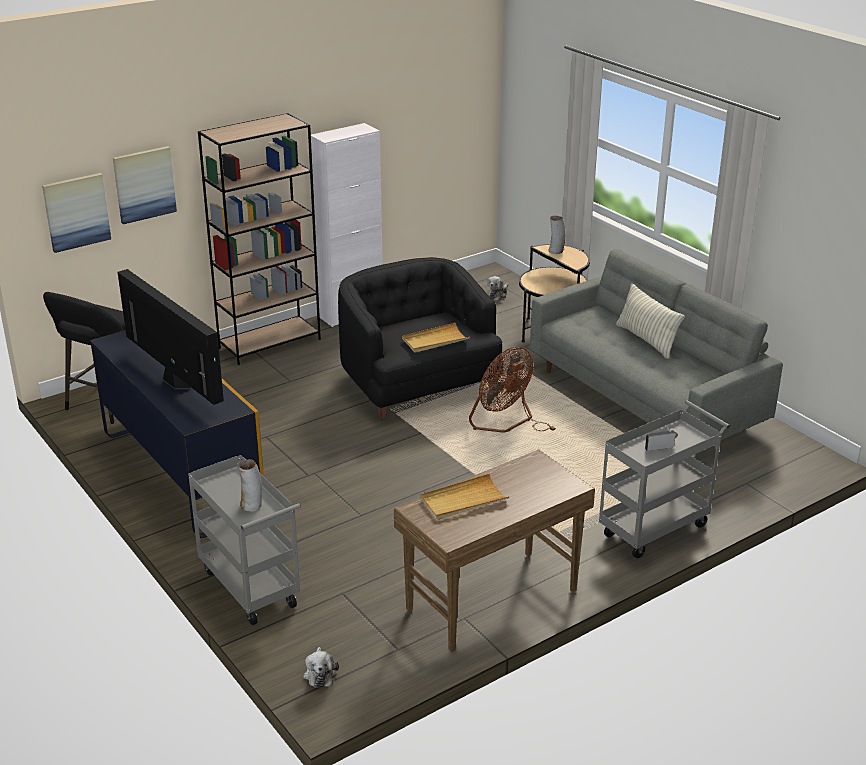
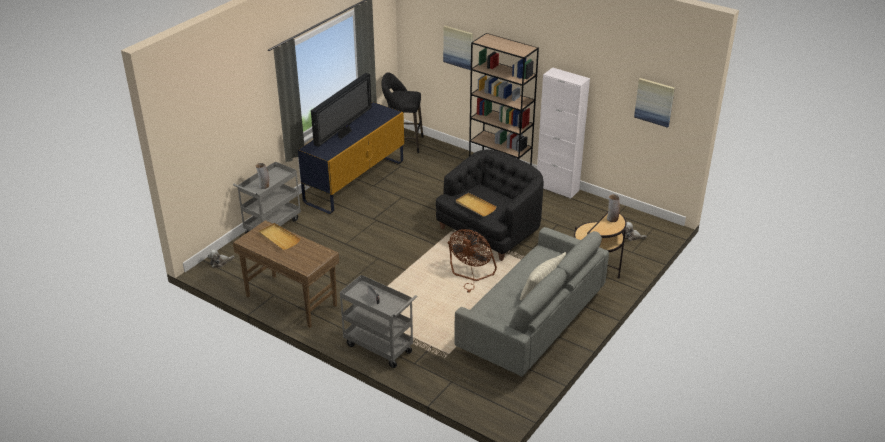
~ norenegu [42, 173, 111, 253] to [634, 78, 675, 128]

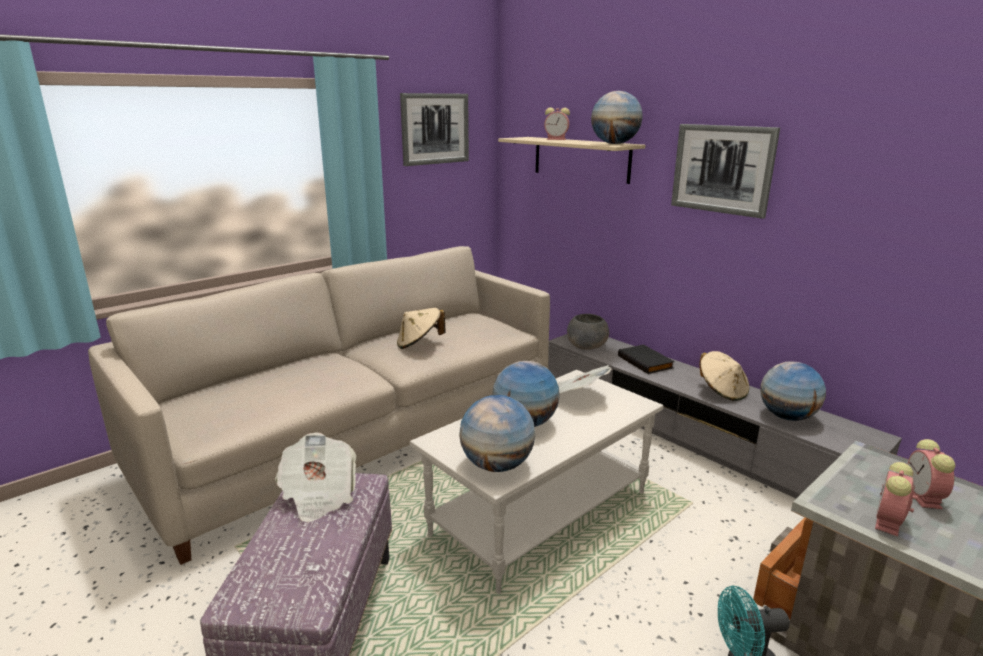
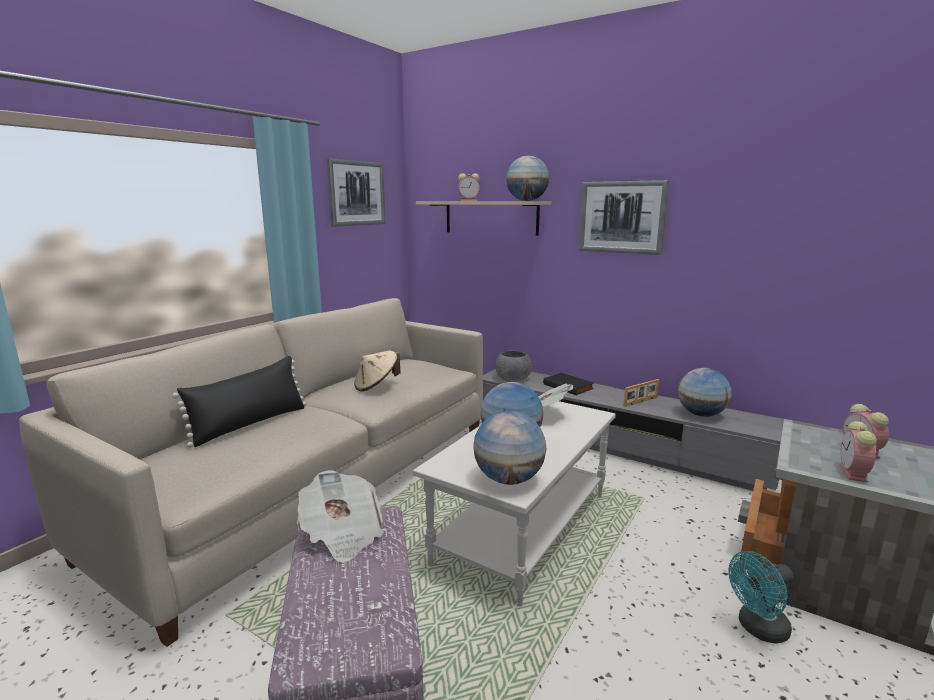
+ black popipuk [172, 356, 307, 448]
~ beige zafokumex [699, 351, 749, 401] to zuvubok [623, 379, 660, 407]

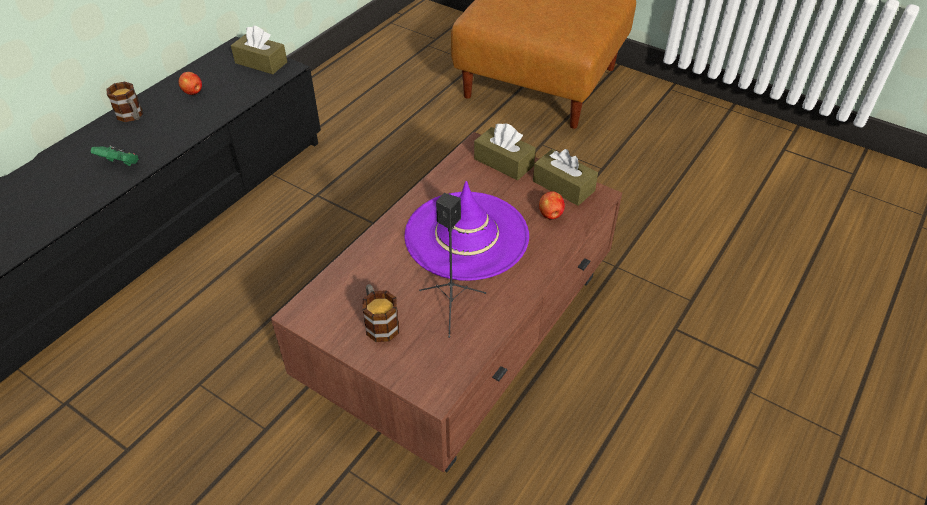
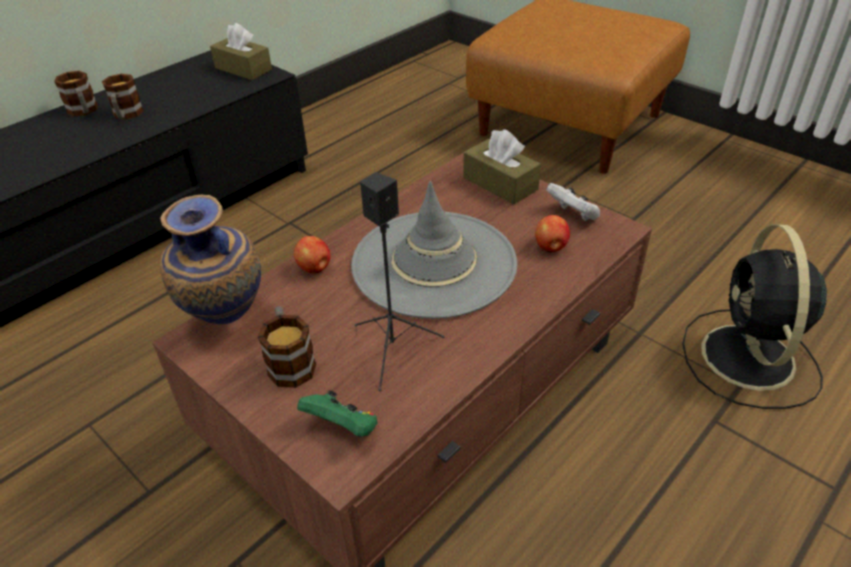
+ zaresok [102, 74, 144, 120]
+ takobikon [160, 195, 261, 324]
~ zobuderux [178, 72, 202, 95] to [294, 236, 330, 274]
~ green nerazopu [91, 145, 139, 166] to [297, 390, 378, 437]
~ purple zafokumex [404, 181, 529, 281] to grey zafokumex [351, 181, 517, 319]
~ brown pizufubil [533, 149, 598, 206] to white nerazopu [546, 183, 600, 221]
+ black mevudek [682, 224, 827, 409]

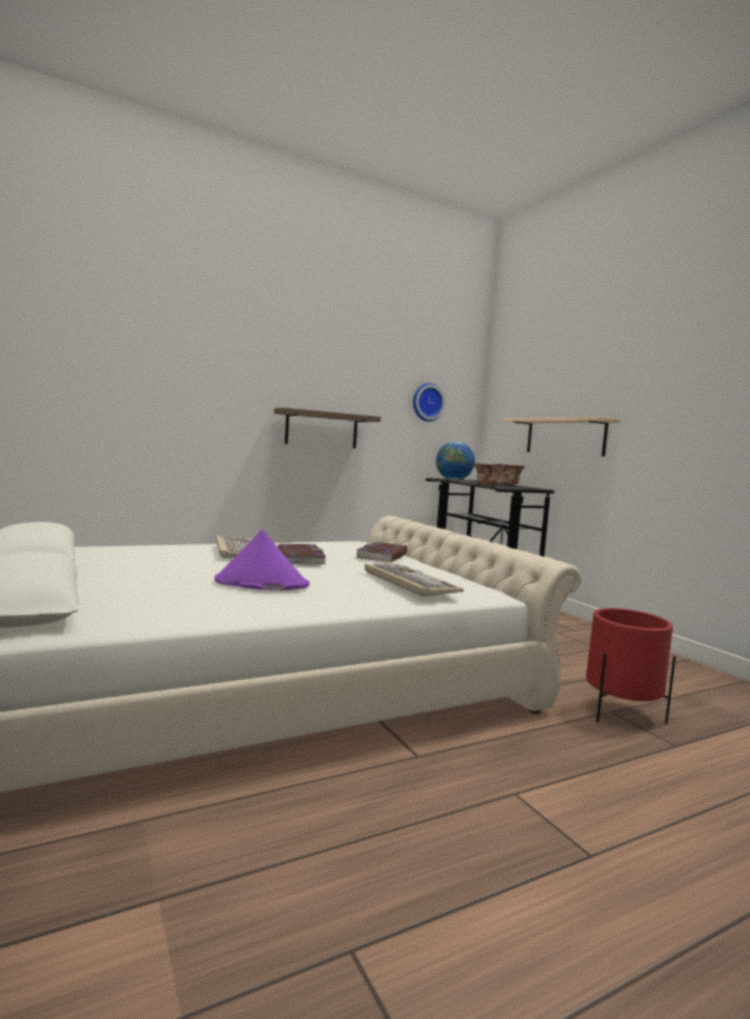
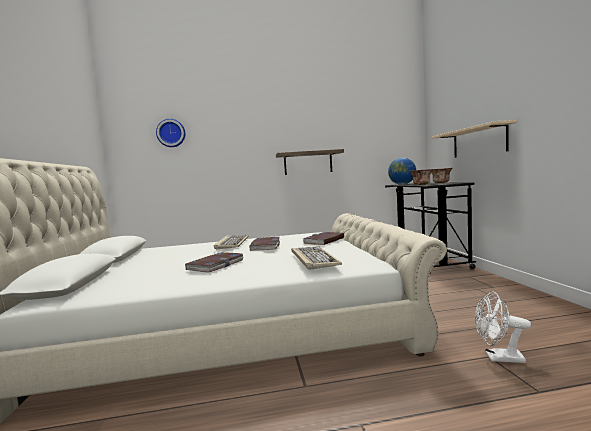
~ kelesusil [413, 383, 445, 422] to [156, 119, 185, 147]
~ purple zafokumex [215, 530, 309, 590] to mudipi [185, 252, 243, 273]
~ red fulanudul [586, 608, 676, 724] to white mevudek [475, 291, 531, 363]

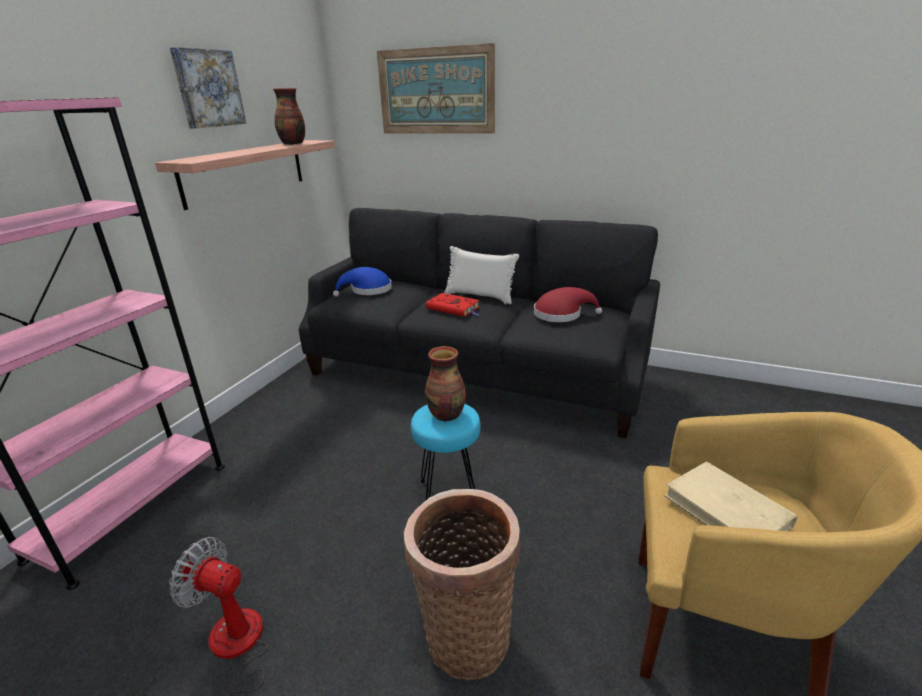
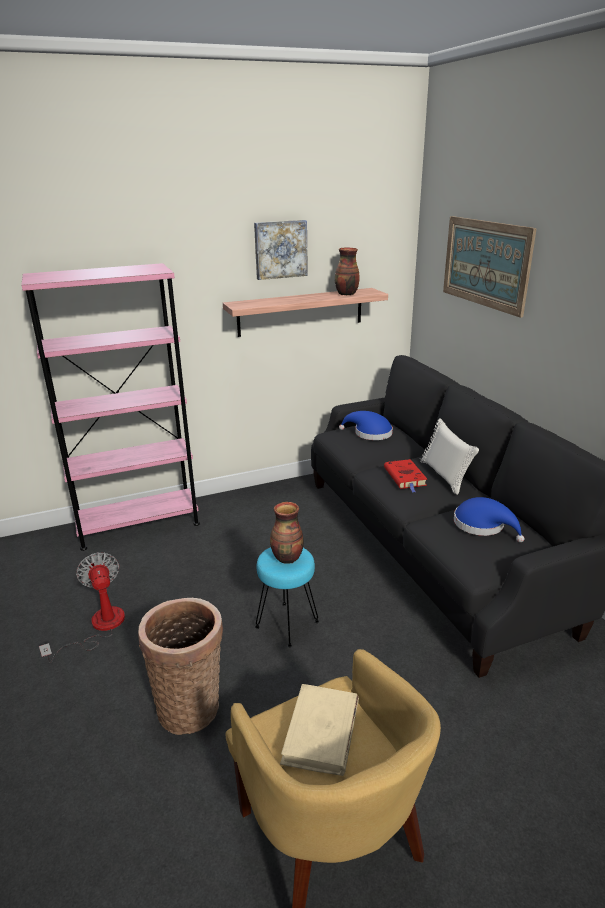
~ red zafokumex [534, 287, 602, 322] to blue zafokumex [454, 497, 524, 542]

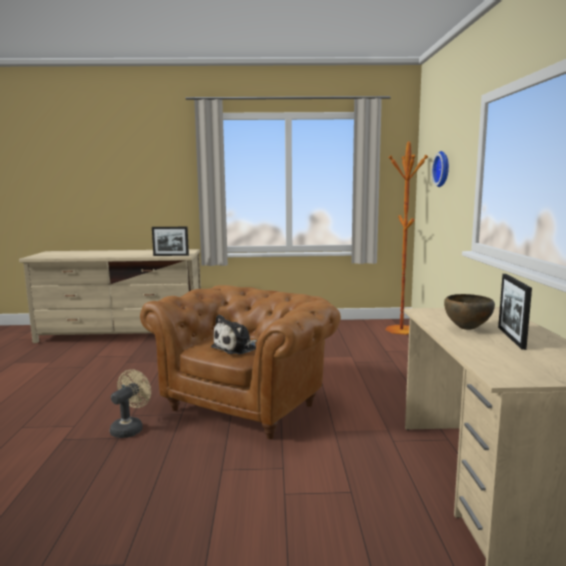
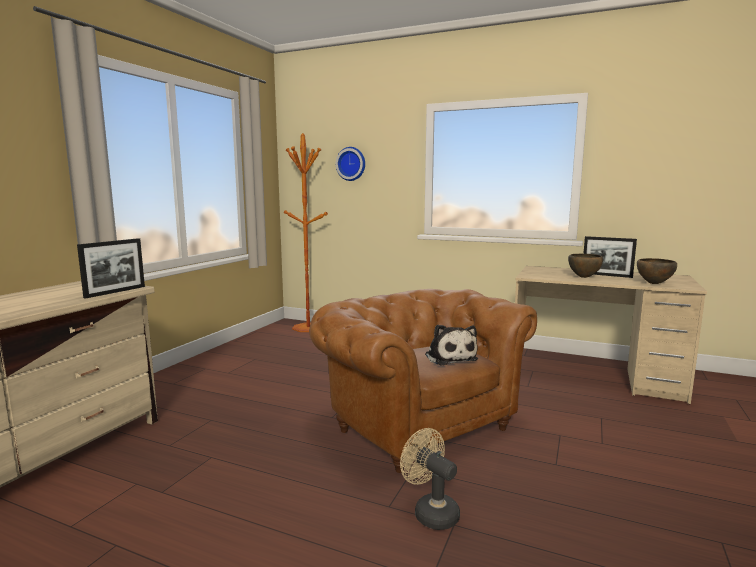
+ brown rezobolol [637, 258, 677, 284]

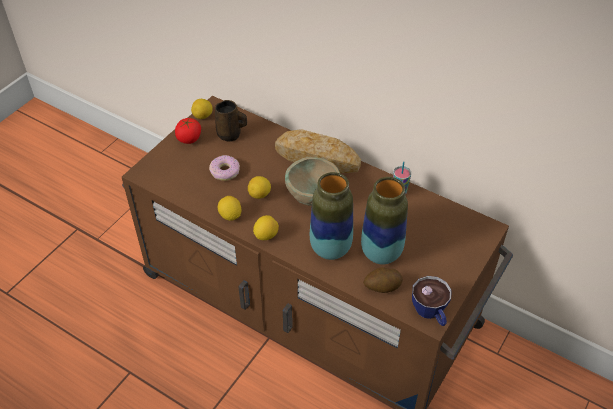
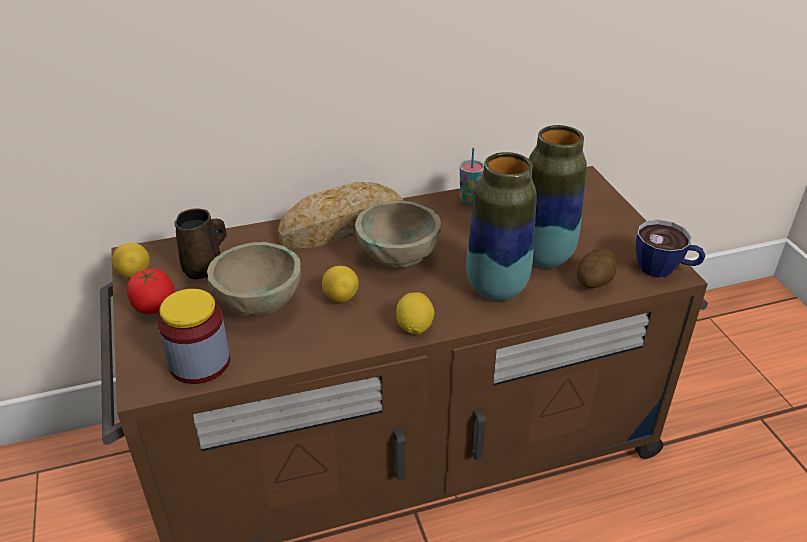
+ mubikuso [158, 289, 230, 384]
~ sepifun [209, 155, 240, 181] to beige rezobolol [207, 242, 301, 317]
- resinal [218, 196, 241, 221]

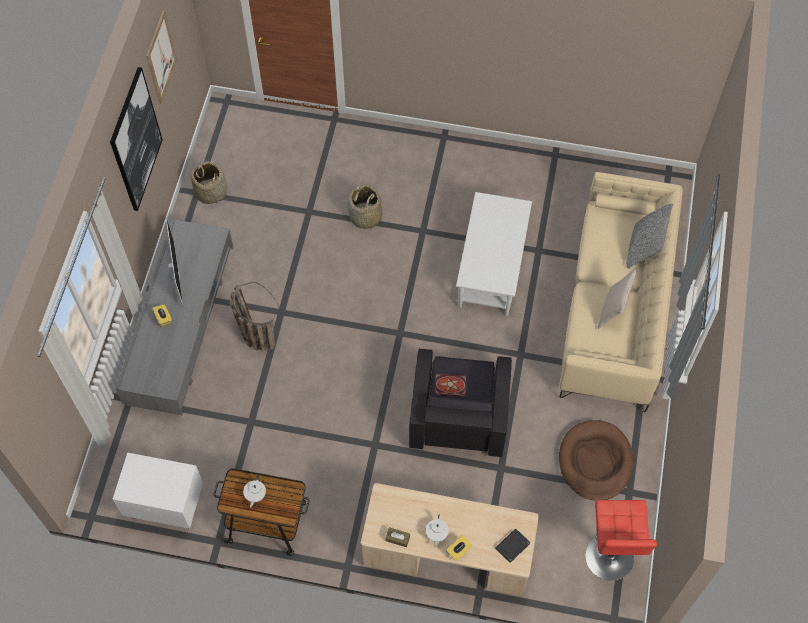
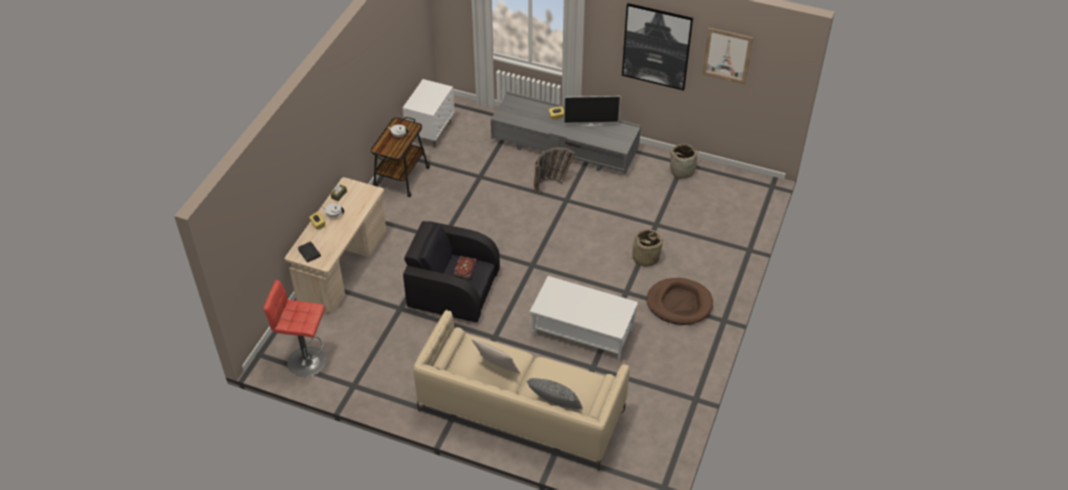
~ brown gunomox [559, 420, 633, 500] to [647, 278, 713, 325]

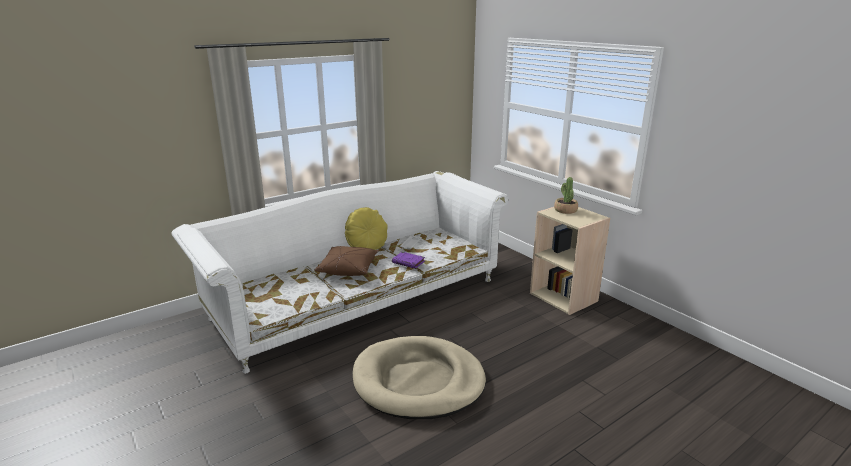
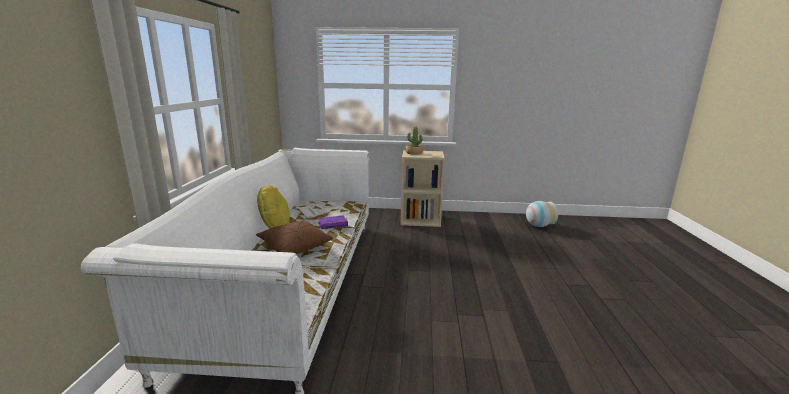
+ takobikon [526, 201, 558, 227]
- beige gunomox [353, 336, 486, 419]

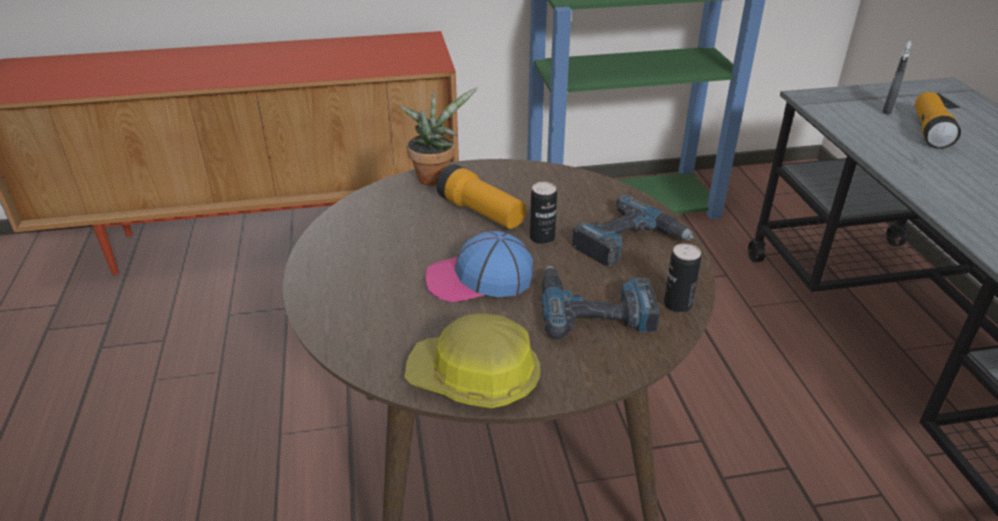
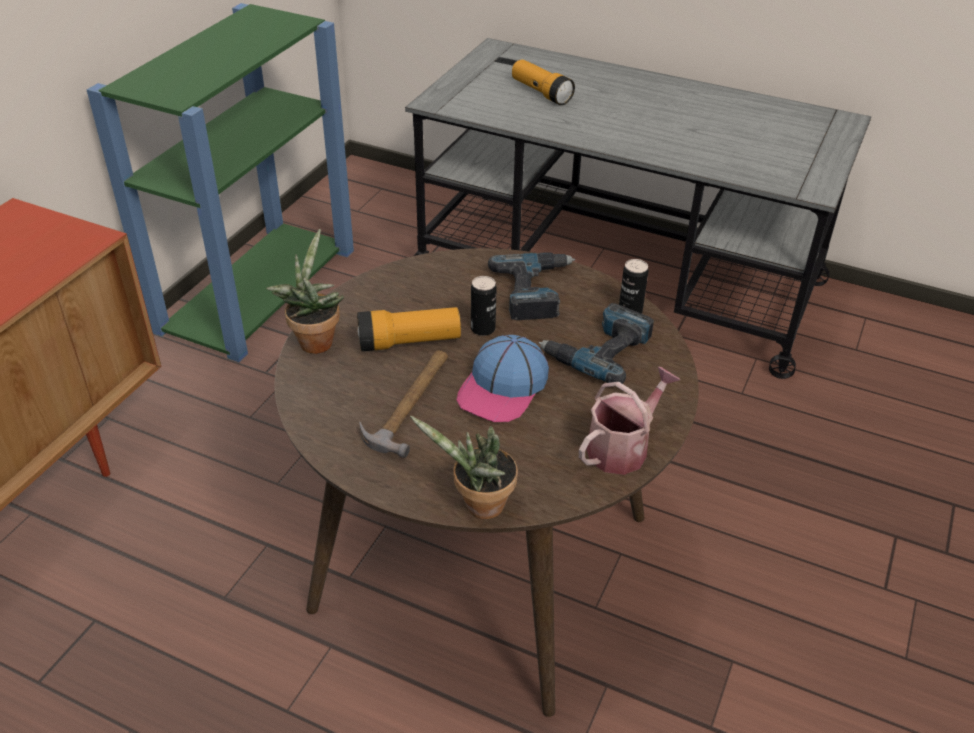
+ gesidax [359, 350, 448, 458]
+ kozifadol [410, 416, 518, 519]
~ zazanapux [404, 313, 540, 408] to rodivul [579, 367, 680, 475]
- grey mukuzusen [882, 41, 912, 114]

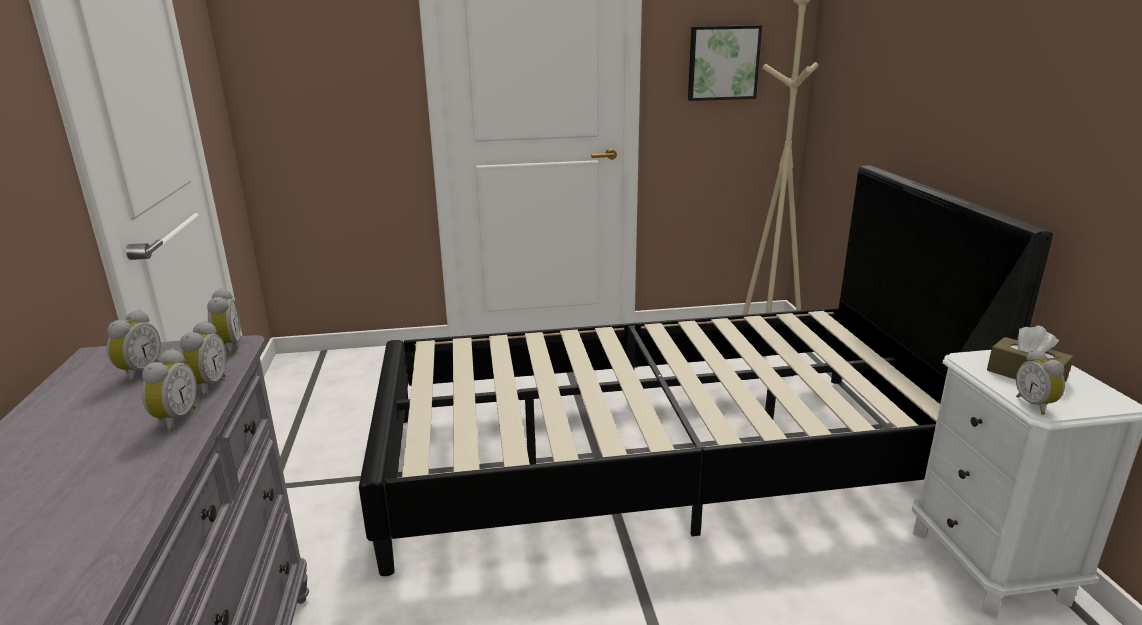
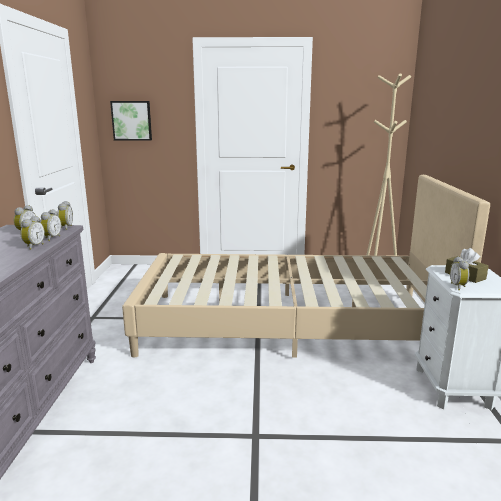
~ norenegu [688, 25, 762, 101] to [110, 101, 152, 140]
~ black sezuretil [359, 165, 1053, 576] to beige sezuretil [122, 175, 490, 358]

